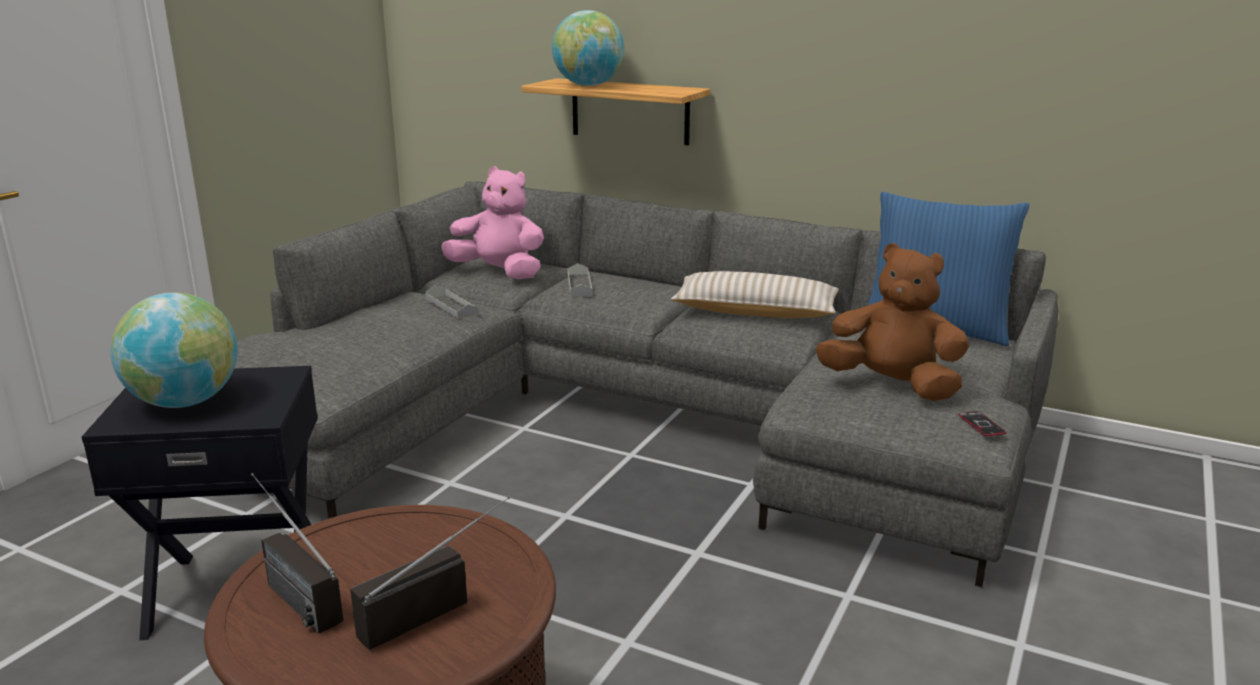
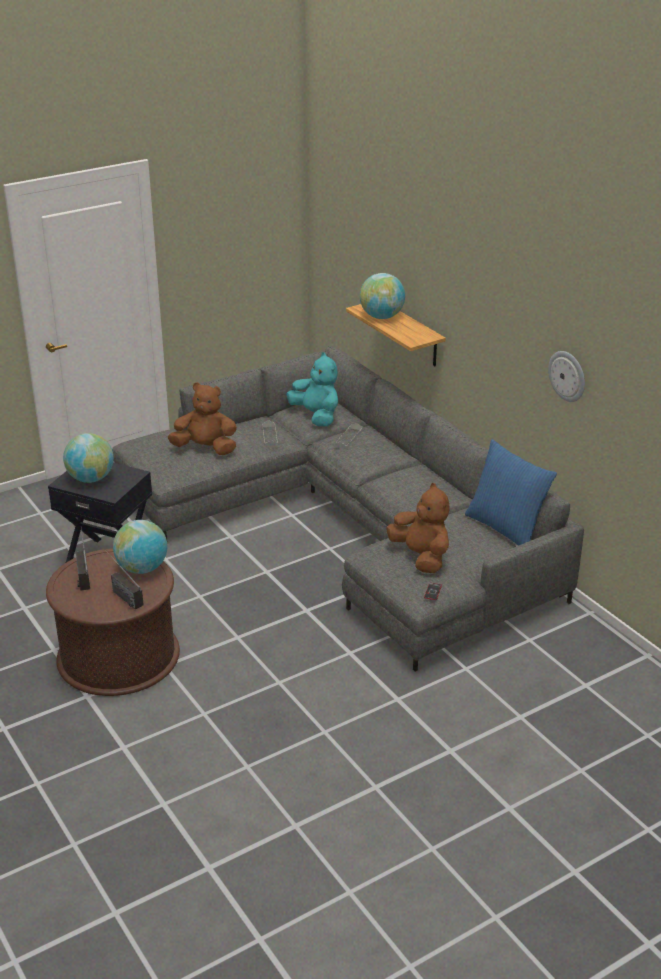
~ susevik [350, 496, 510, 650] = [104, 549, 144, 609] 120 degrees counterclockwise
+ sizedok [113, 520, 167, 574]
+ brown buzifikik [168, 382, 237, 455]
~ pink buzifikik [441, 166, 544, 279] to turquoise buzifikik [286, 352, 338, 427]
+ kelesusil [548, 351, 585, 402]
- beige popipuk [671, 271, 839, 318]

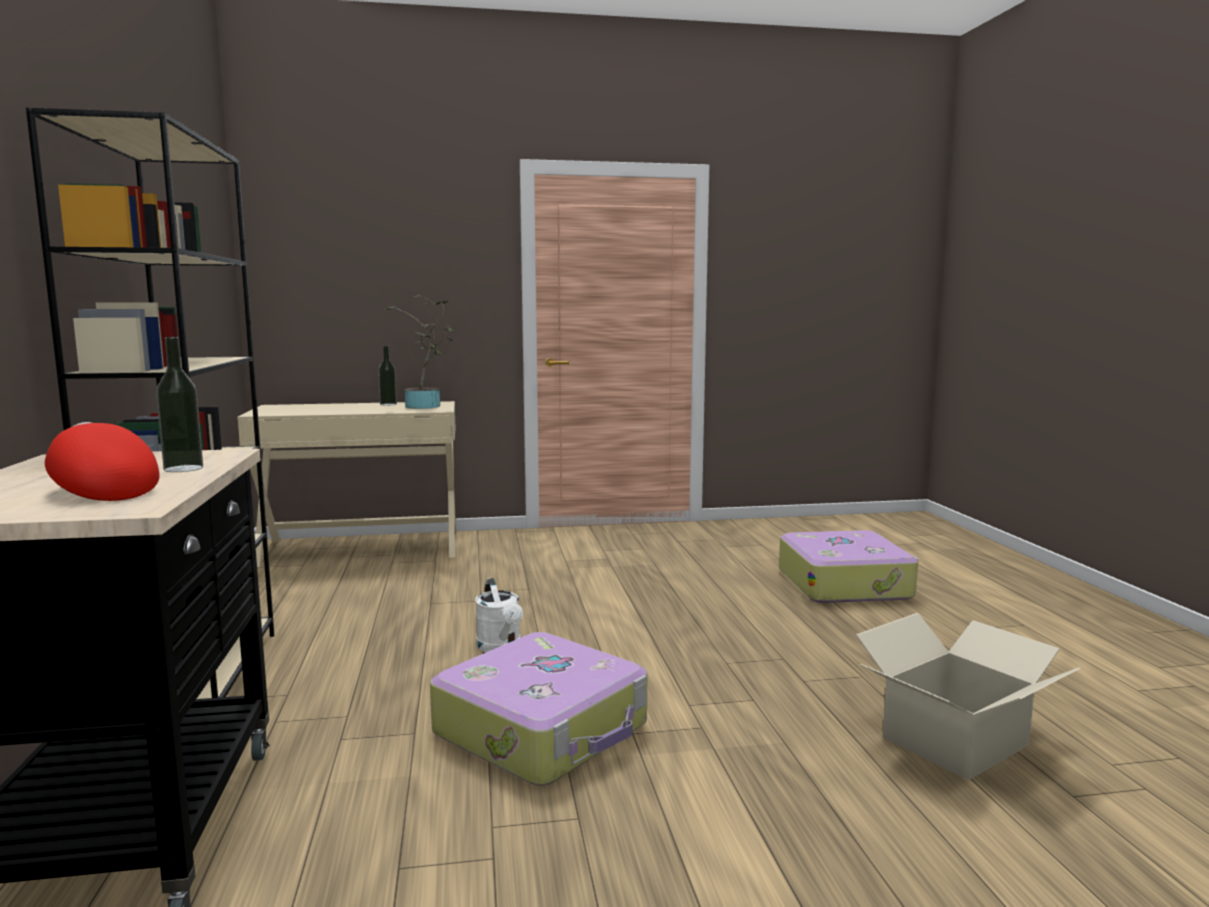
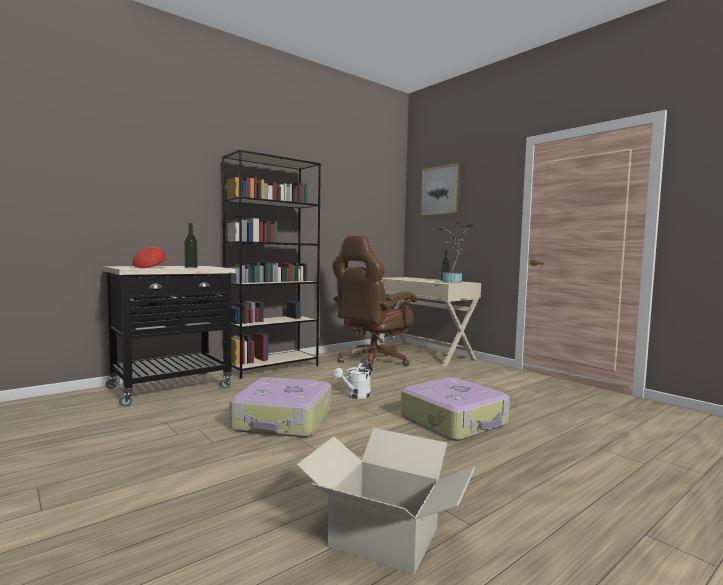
+ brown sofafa [332, 235, 417, 371]
~ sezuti [779, 530, 918, 603] to [401, 377, 510, 441]
+ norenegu [421, 163, 461, 216]

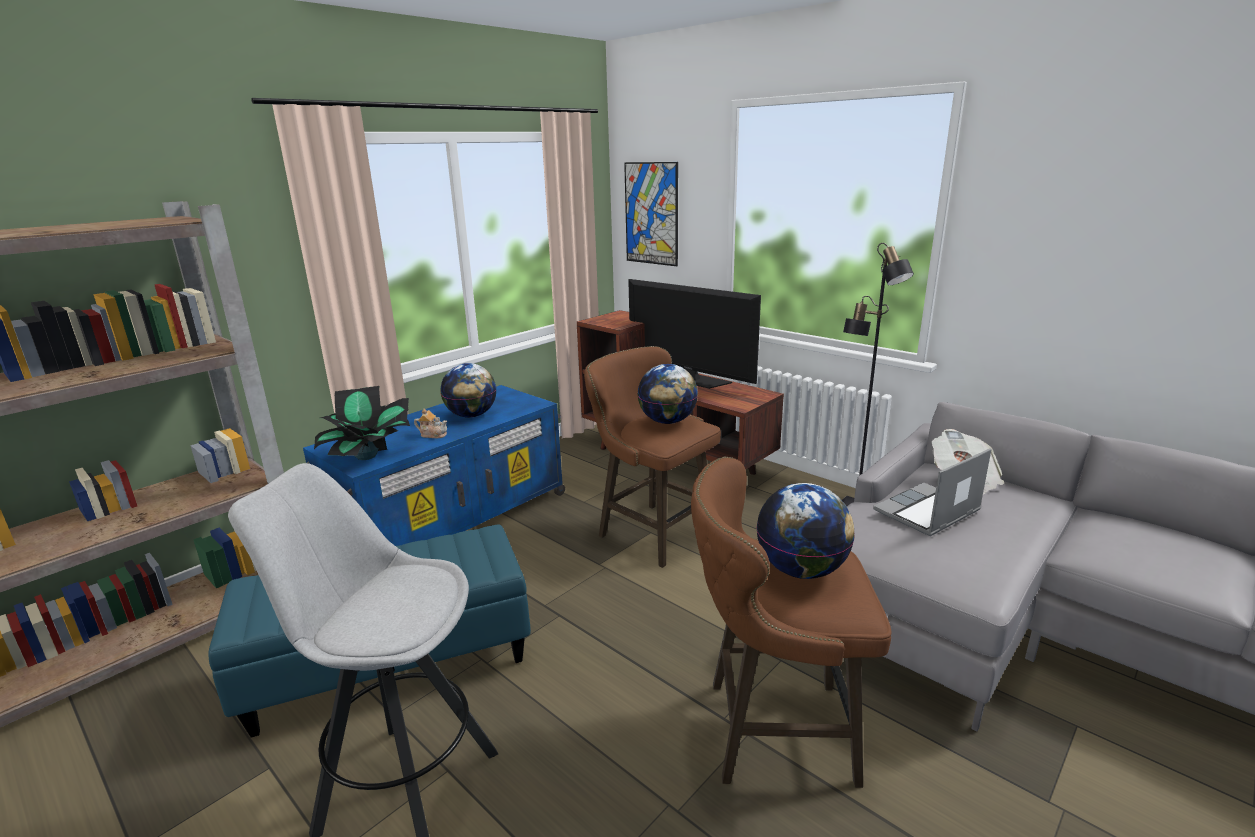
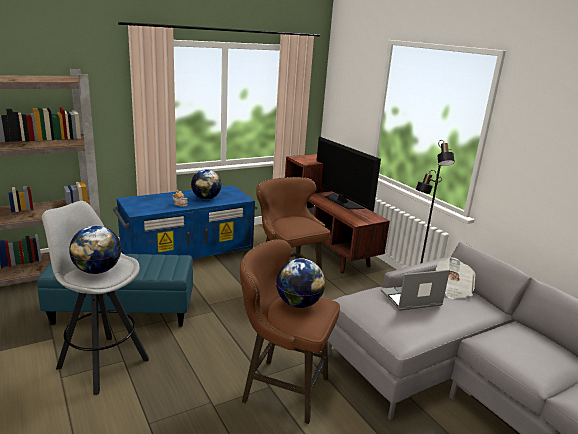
~ sizedok [637, 364, 698, 424] to [69, 225, 121, 274]
- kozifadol [314, 386, 410, 460]
- norenegu [624, 162, 678, 266]

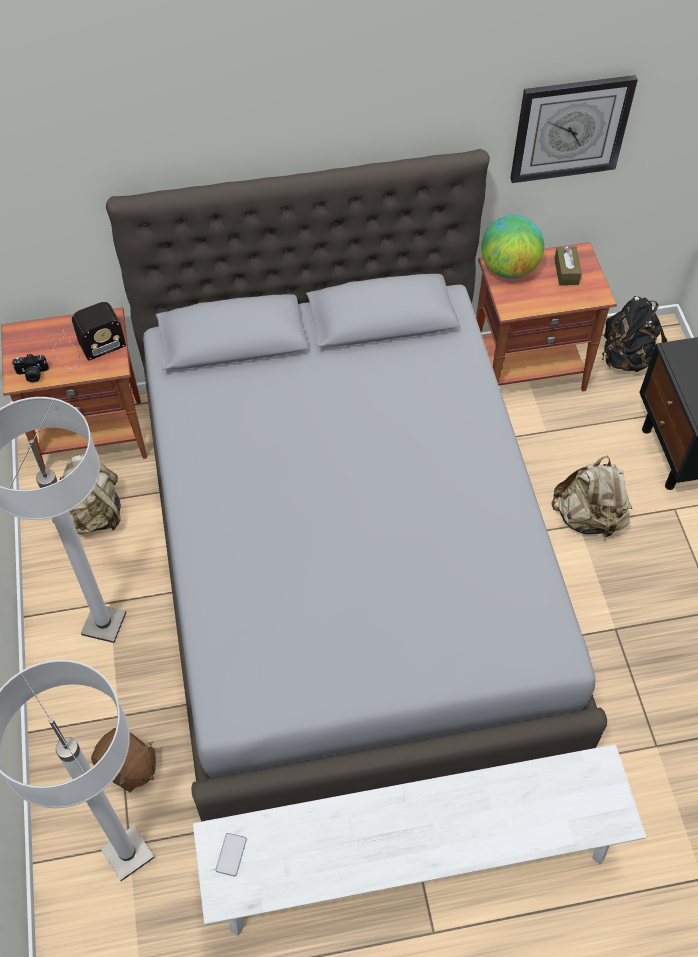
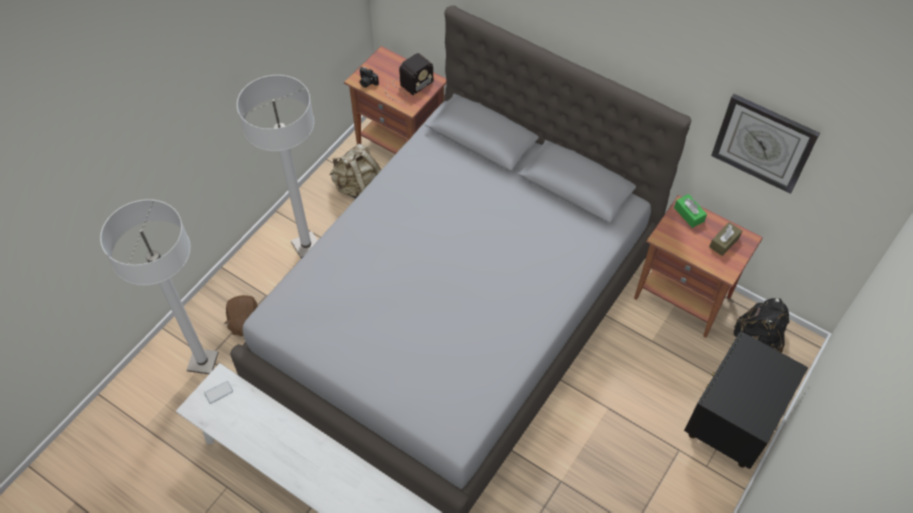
~ susevik [53, 302, 126, 369] = [385, 53, 433, 103] 60 degrees counterclockwise
~ sizedok [481, 215, 544, 279] to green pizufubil [674, 194, 707, 228]
- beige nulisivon [551, 456, 632, 538]

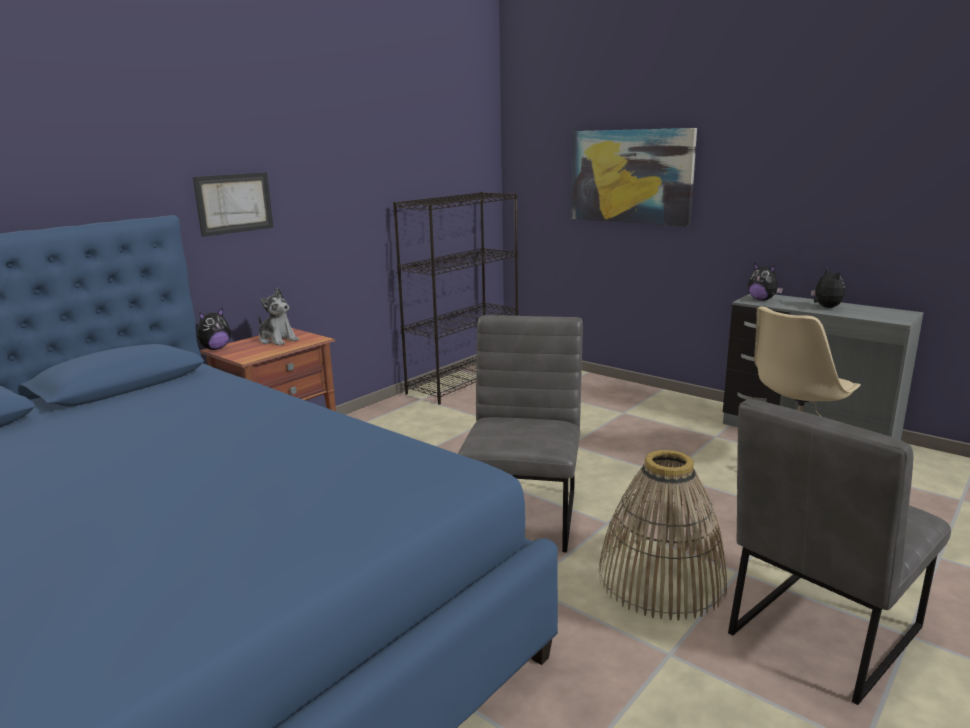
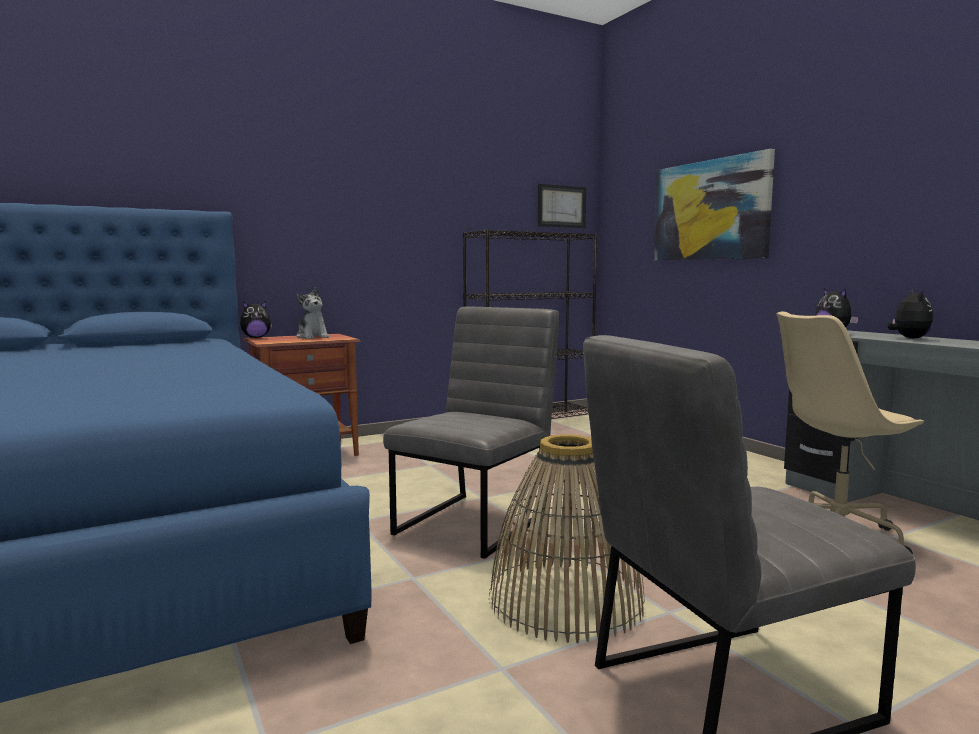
~ norenegu [193, 172, 274, 237] to [538, 184, 586, 228]

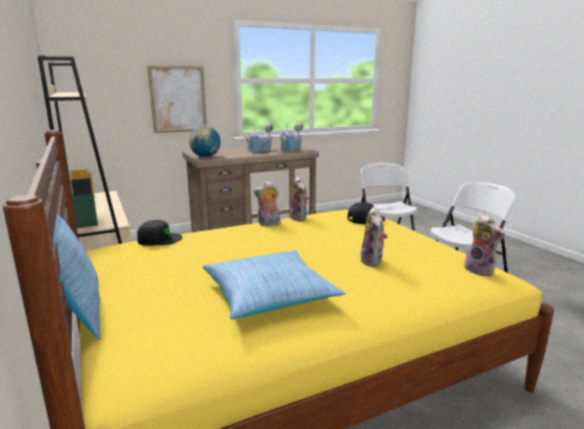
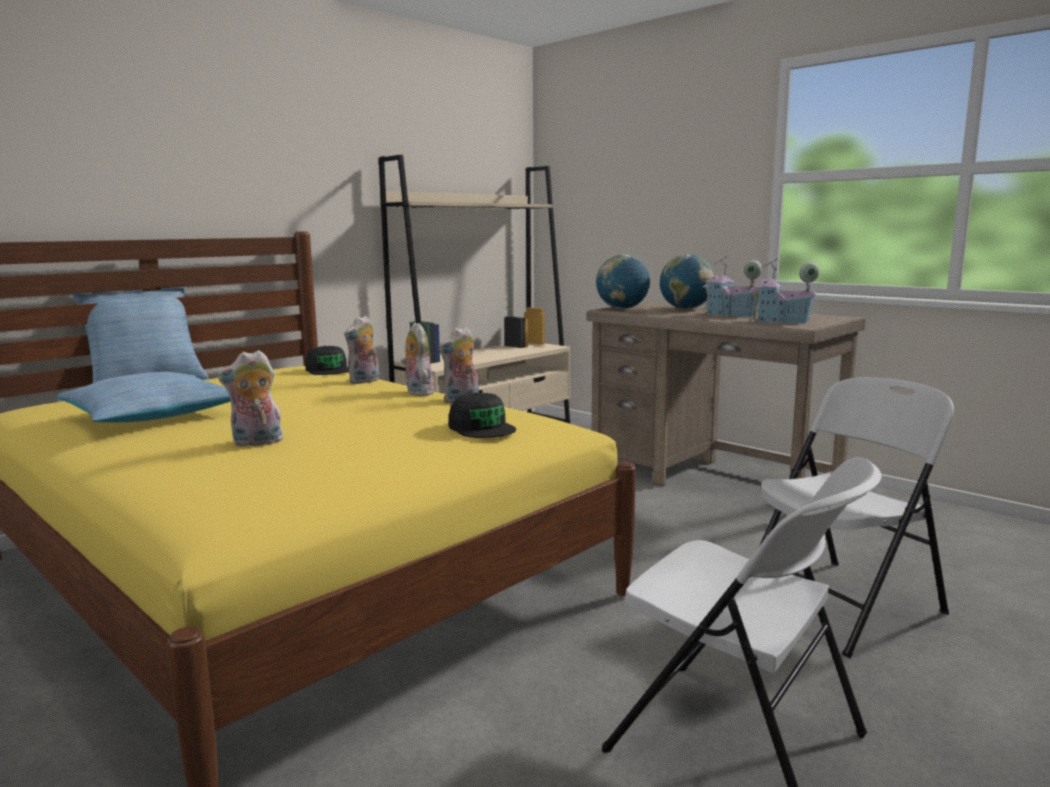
~ buzifikik [464, 214, 505, 276] to [344, 316, 379, 384]
+ sizedok [660, 254, 715, 309]
- norenegu [147, 66, 207, 133]

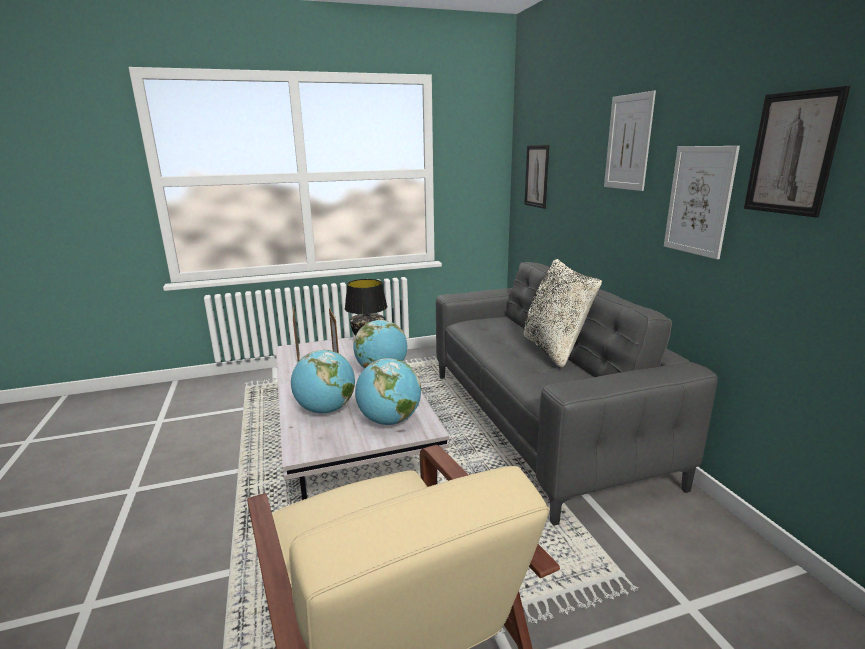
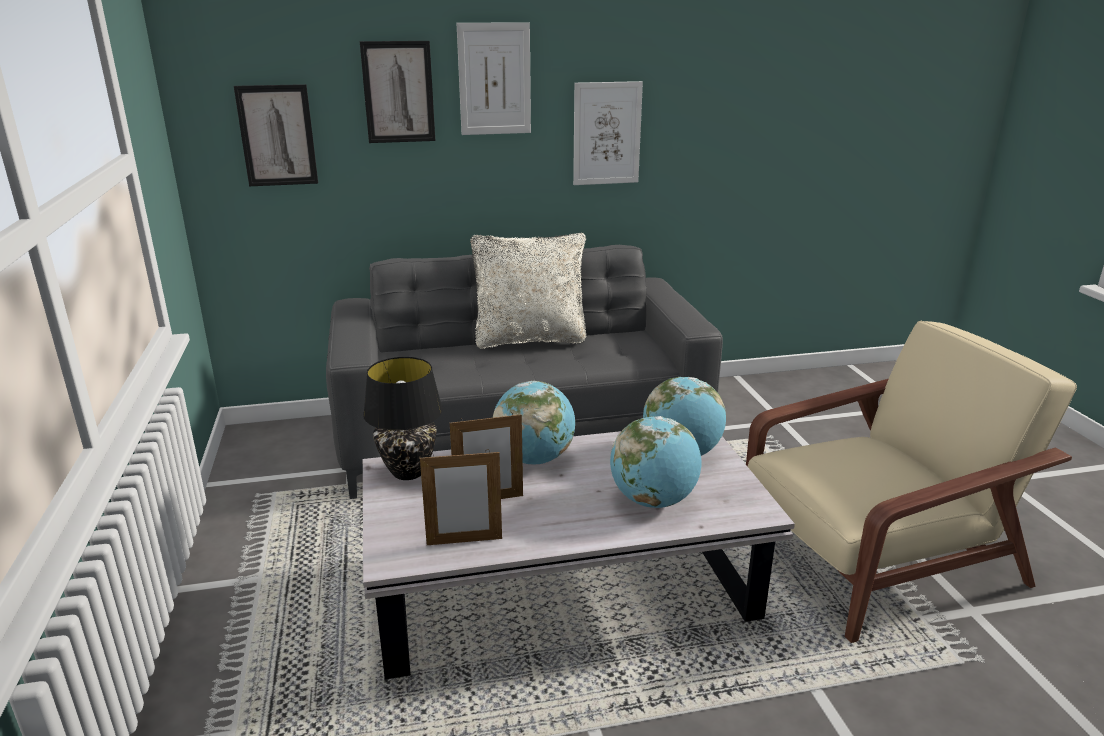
~ norenegu [744, 86, 850, 217] to [360, 41, 435, 143]

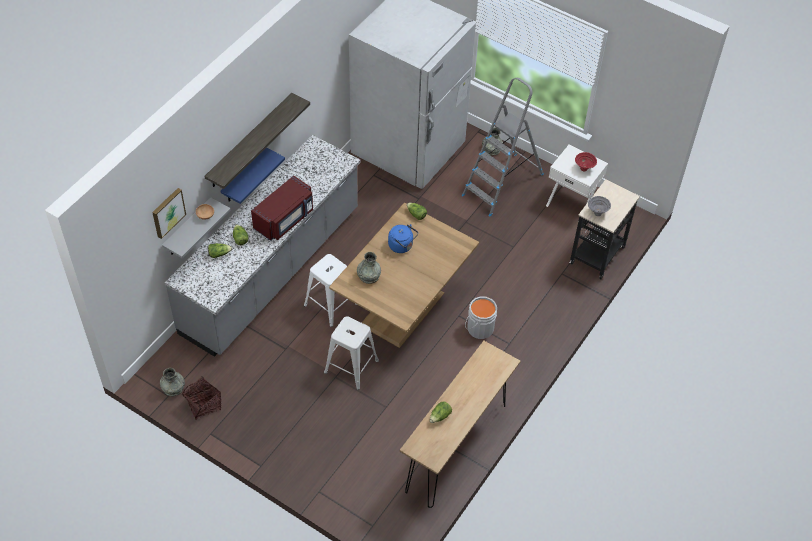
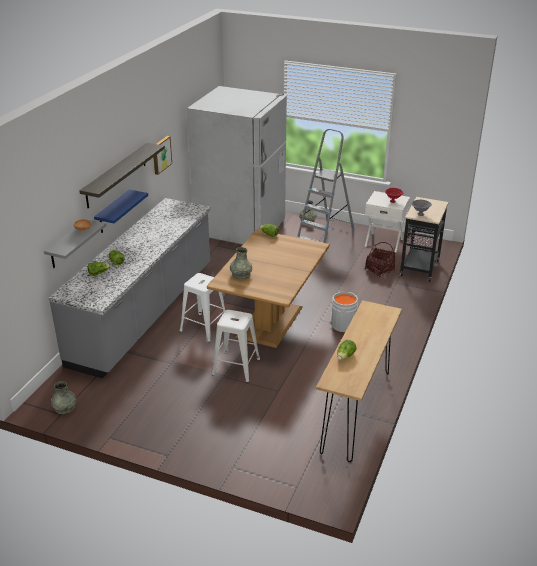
~ norenegu [152, 188, 186, 239] to [153, 136, 172, 175]
~ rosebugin [182, 377, 221, 420] to [365, 242, 395, 277]
- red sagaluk [251, 175, 313, 241]
- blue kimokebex [388, 224, 418, 253]

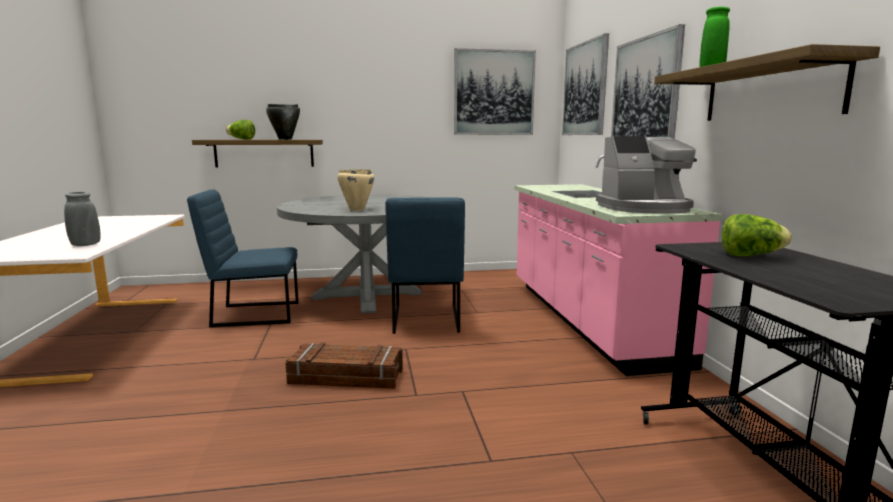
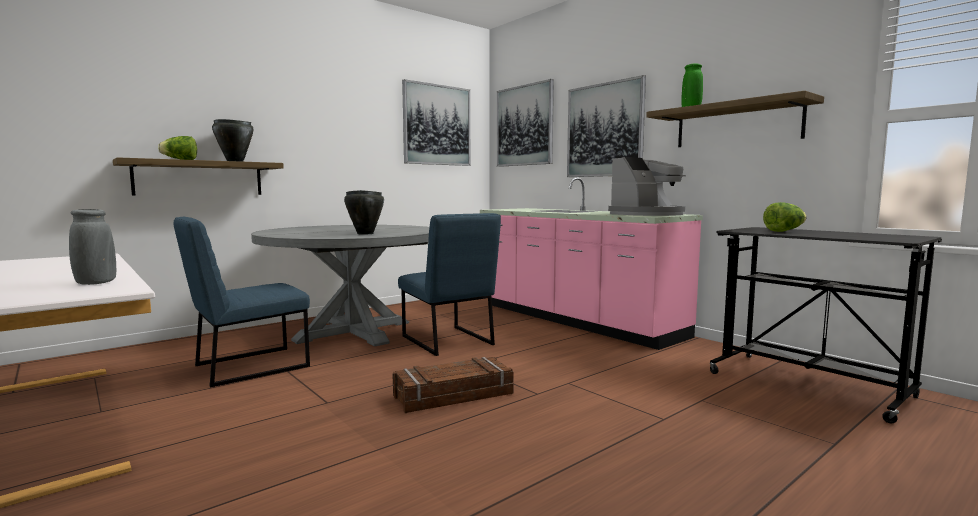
~ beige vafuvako [337, 169, 375, 211] to black vafuvako [344, 190, 384, 235]

